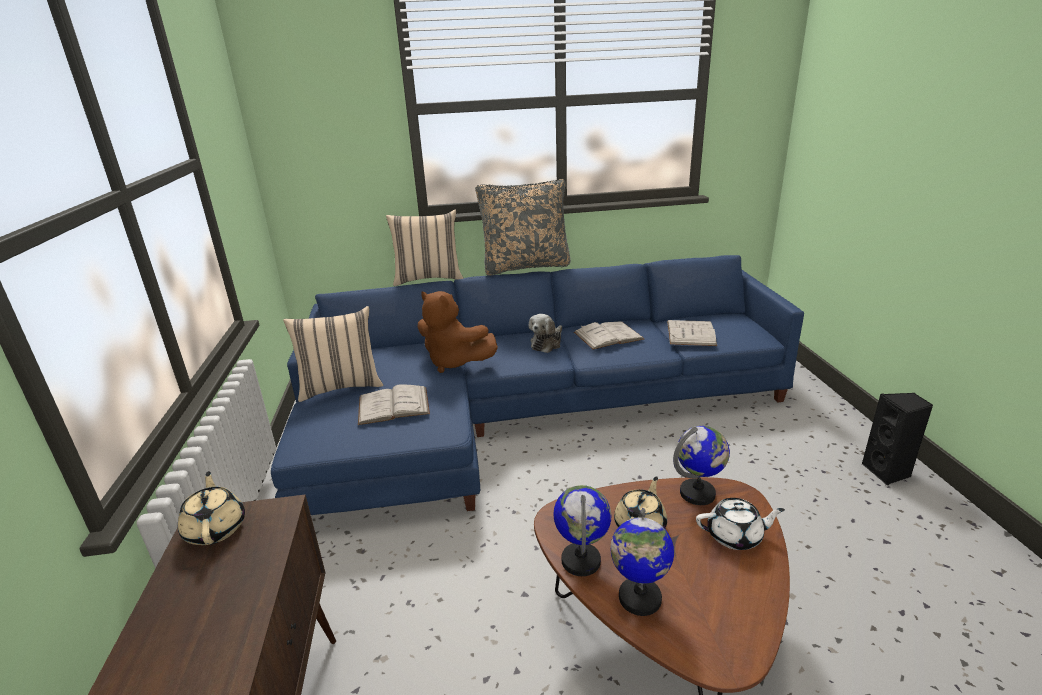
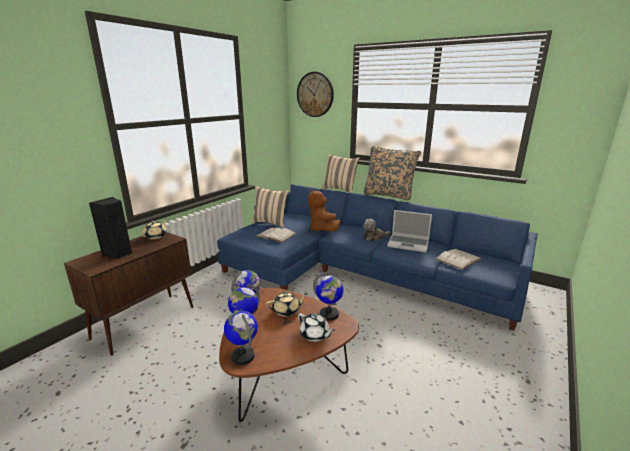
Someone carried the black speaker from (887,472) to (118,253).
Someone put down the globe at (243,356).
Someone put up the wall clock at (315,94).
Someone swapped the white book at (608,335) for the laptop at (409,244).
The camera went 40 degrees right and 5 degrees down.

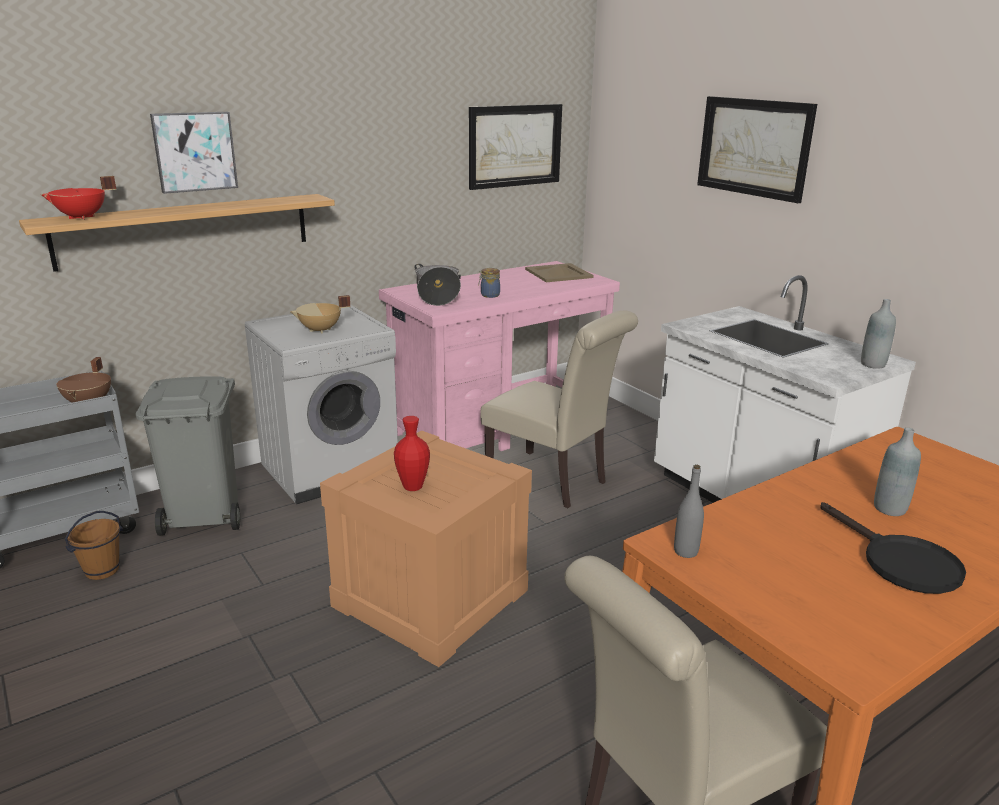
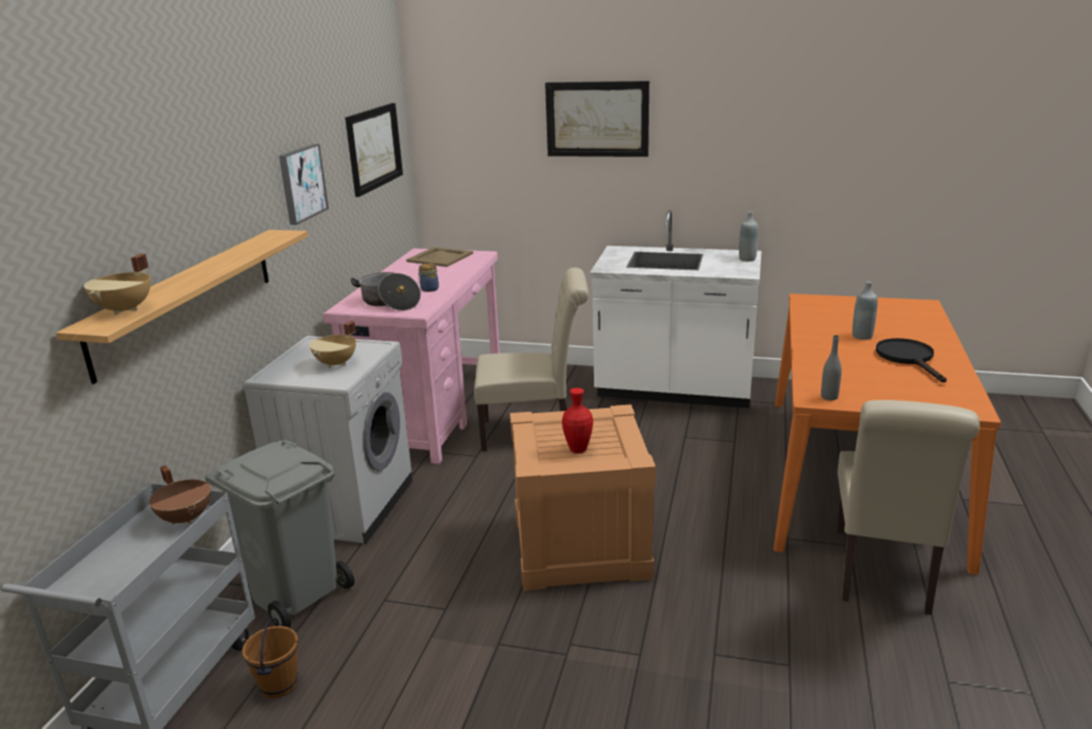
Someone repainted the red cooking pot at (82,217), which became the beige cooking pot at (126,309).
Someone carried the picture from (194,151) to (301,183).
Someone rotated the black frying pan at (899,562) by 120 degrees counterclockwise.
The camera went 40 degrees left and 0 degrees up.

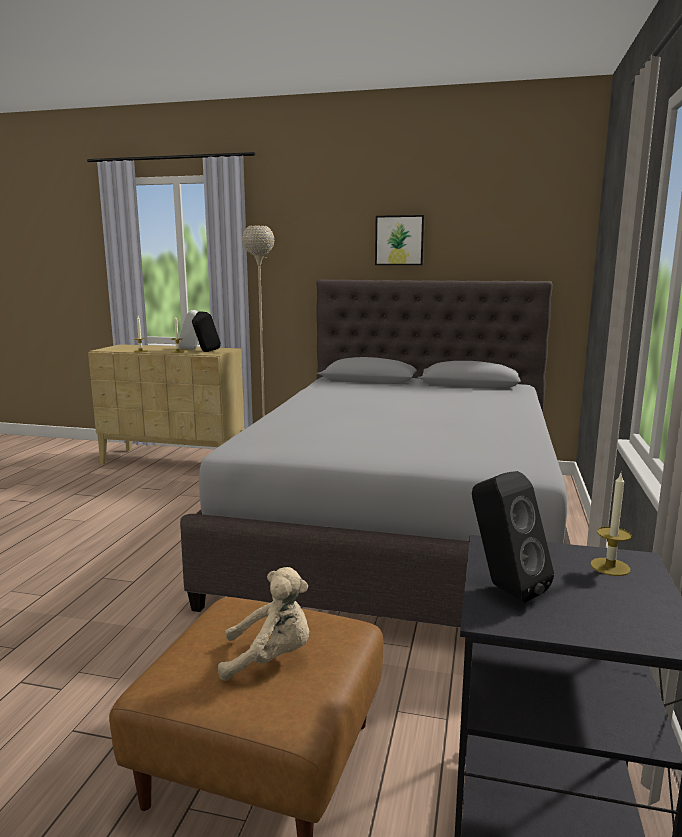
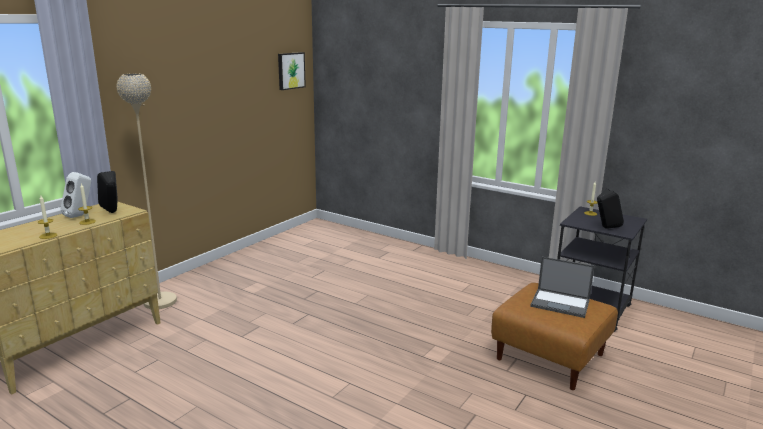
Someone carried the picture from (399,240) to (290,70).
Someone swapped the beige plush toy at (271,658) for the laptop at (561,303).
Someone took away the grey bed at (403,526).
The camera went 70 degrees left and 5 degrees up.

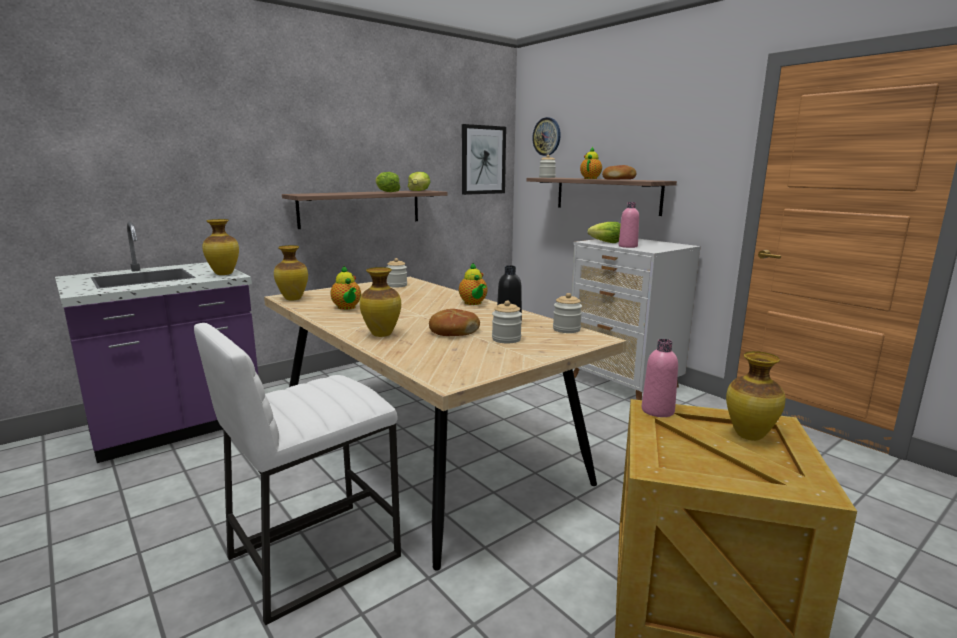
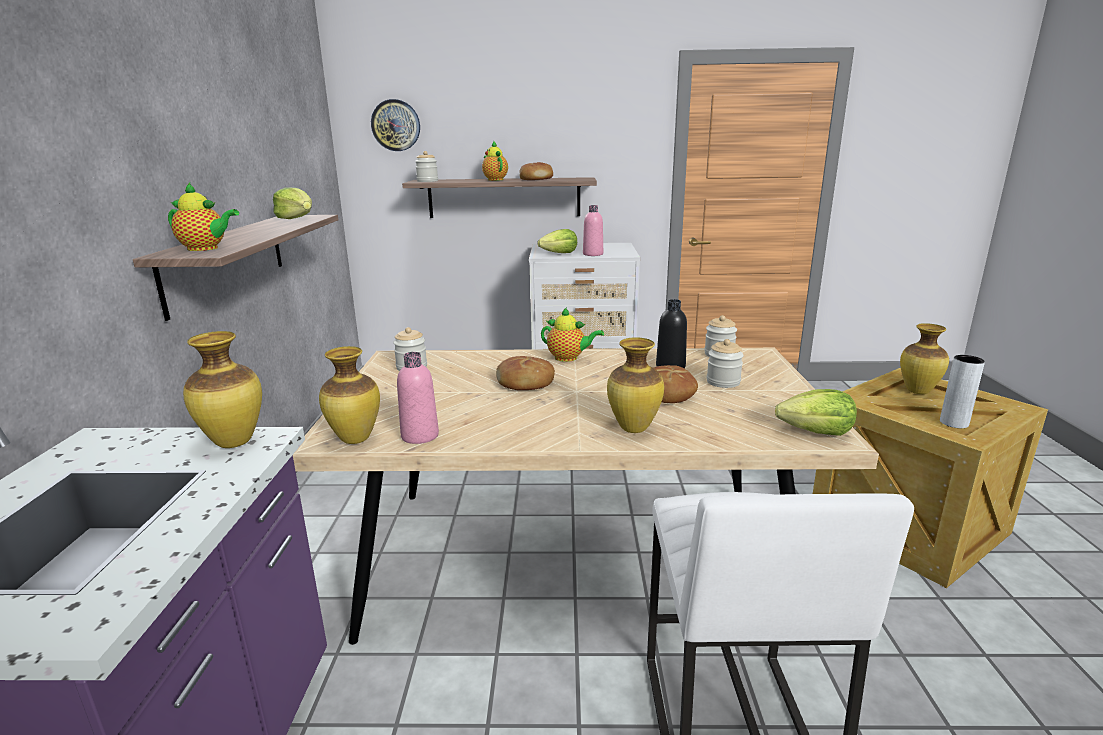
Someone carried the teapot from (347,308) to (206,249).
Someone carried the pink bottle from (657,411) to (420,436).
Someone put down the bread at (525,383).
Someone carried the lettuce from (386,192) to (816,432).
Someone put down the grey vase at (954,423).
Someone took away the picture at (483,160).
The camera went 50 degrees left and 5 degrees up.

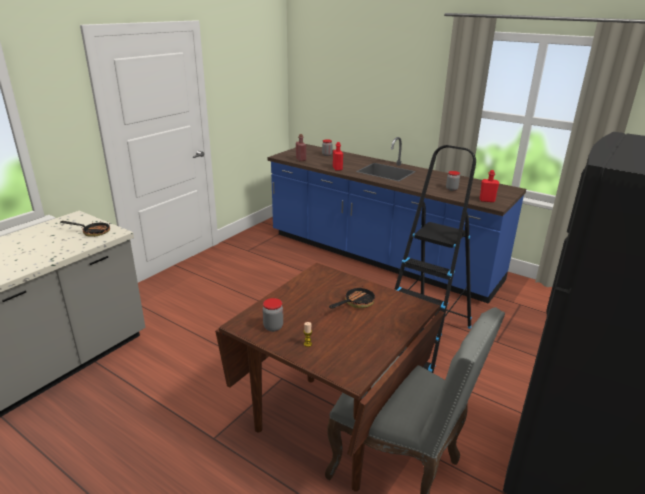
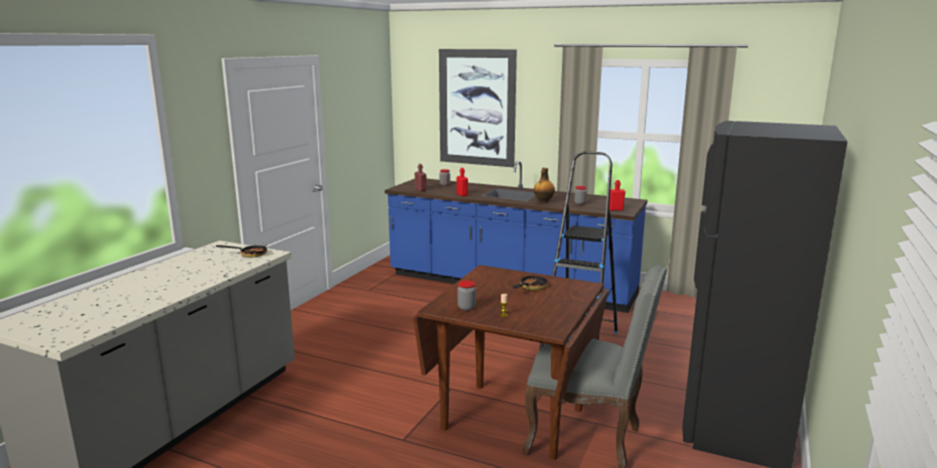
Someone put up the picture at (476,108).
Someone put down the bottle at (543,201).
The camera went 10 degrees left and 10 degrees down.

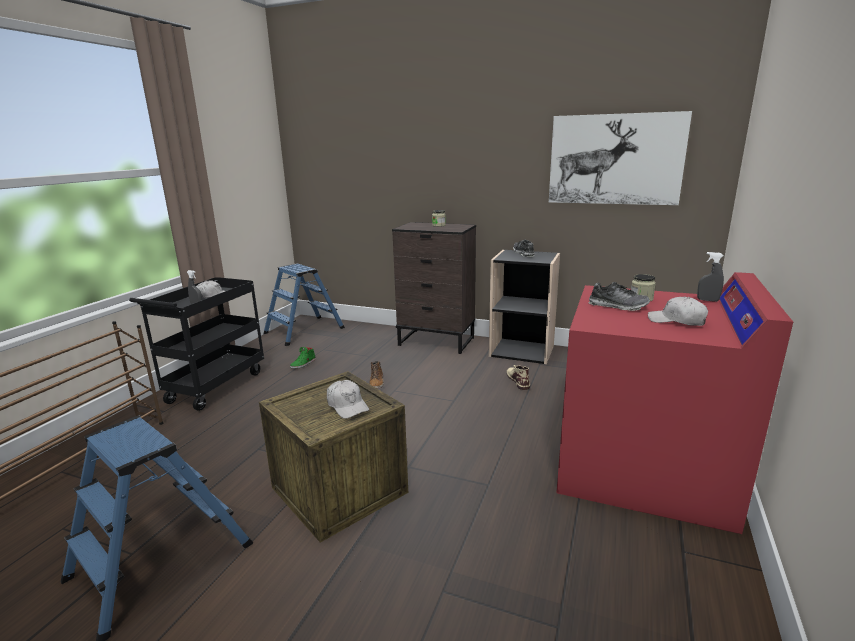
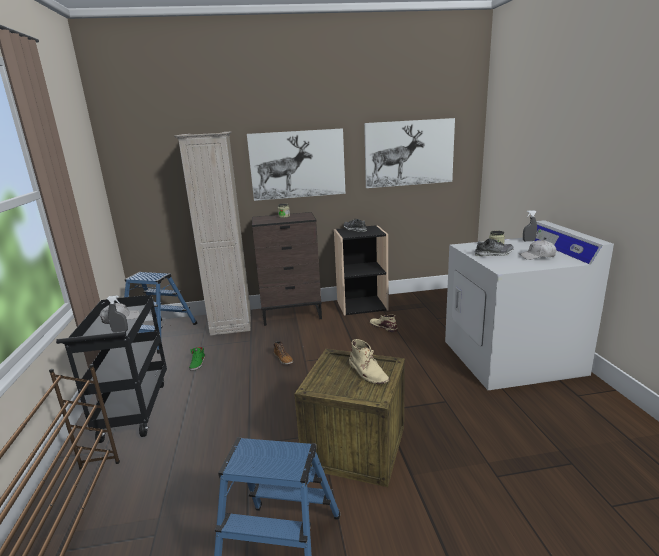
Someone put down the beige cabinet at (232,323).
Someone put up the picture at (297,164).
Someone swapped the white cap at (347,405) for the beige boot at (368,372).
Someone repainted the red washing machine at (642,467), which became the white washing machine at (511,357).
The camera went 30 degrees left and 0 degrees up.

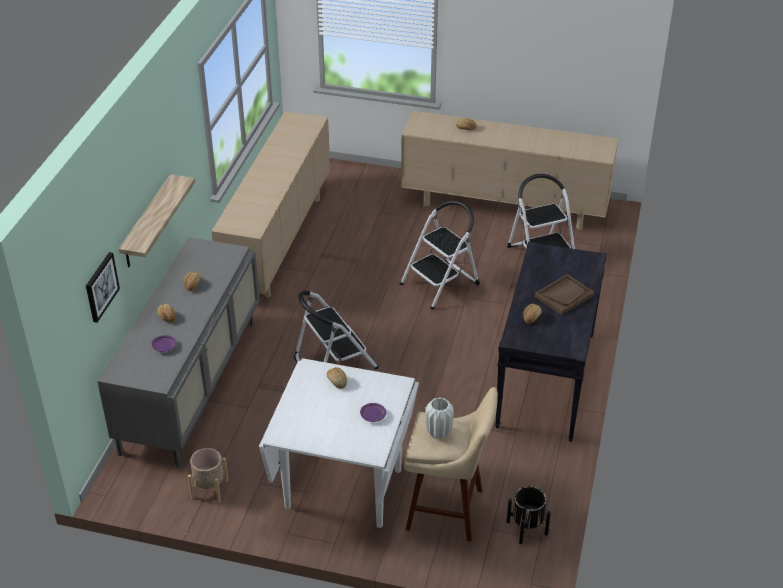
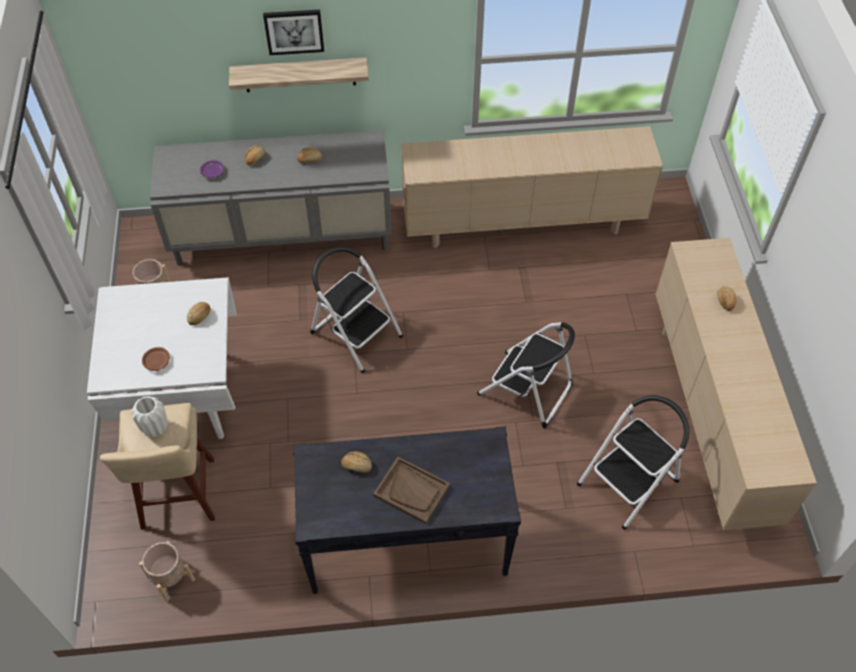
Someone repainted the black planter at (527,528), which became the beige planter at (171,578).
Someone repainted the purple plate at (372,416), which became the brown plate at (157,361).
Someone carried the picture from (101,286) to (294,31).
The camera went 70 degrees right and 15 degrees up.

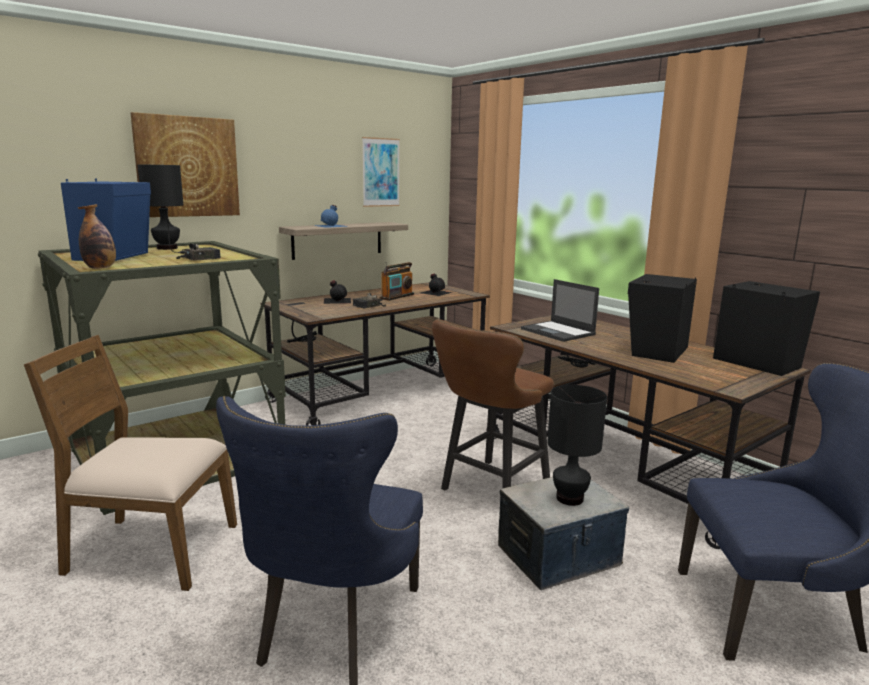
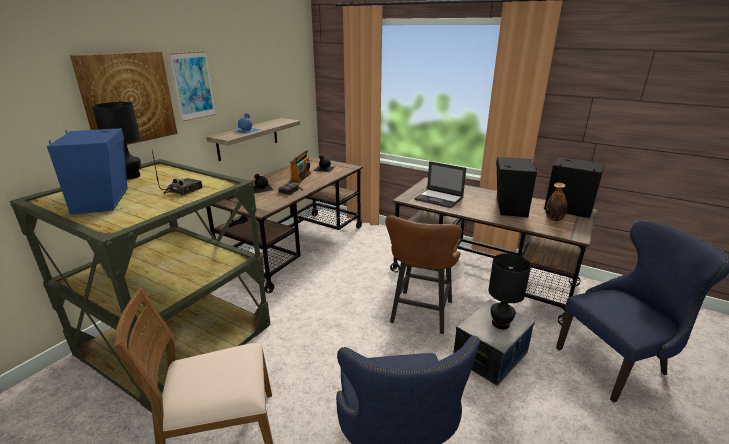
Someone carried the picture from (380,172) to (193,86).
Someone carried the bottle from (100,268) to (554,219).
The camera went 20 degrees left and 10 degrees up.

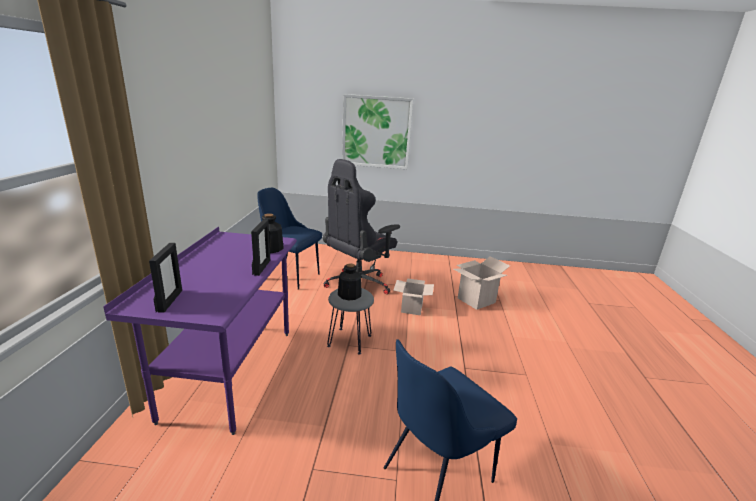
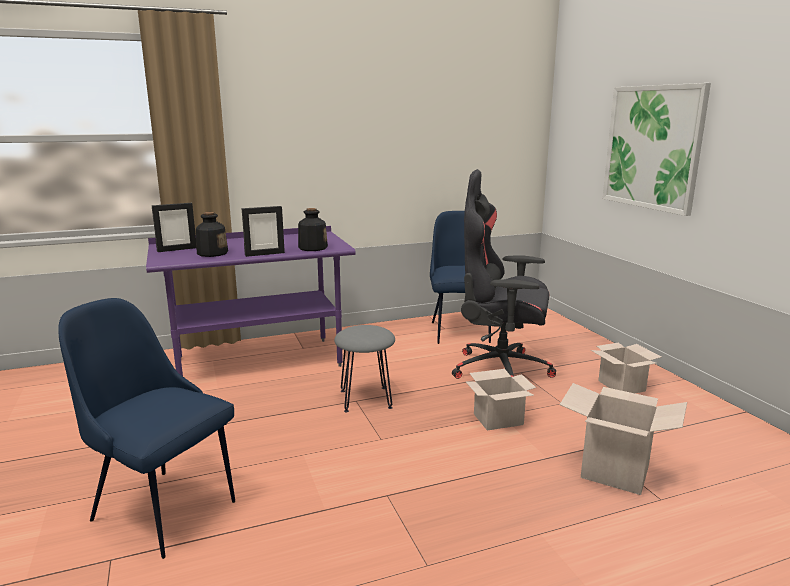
Someone carried the bottle from (349,295) to (212,253).
Someone put down the cardboard box at (622,386).
The camera went 65 degrees right and 5 degrees down.

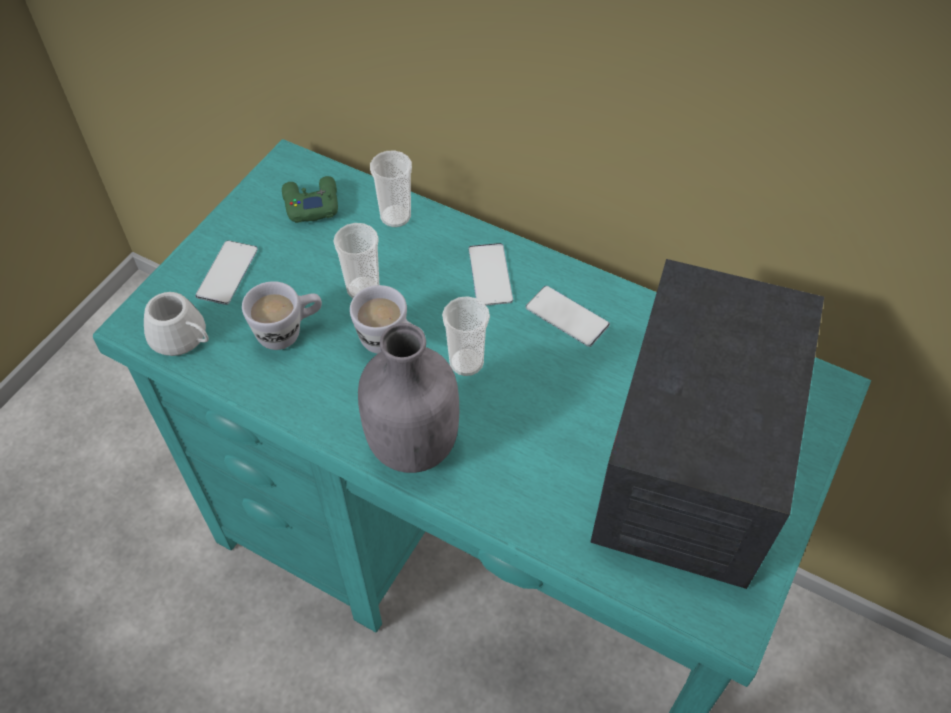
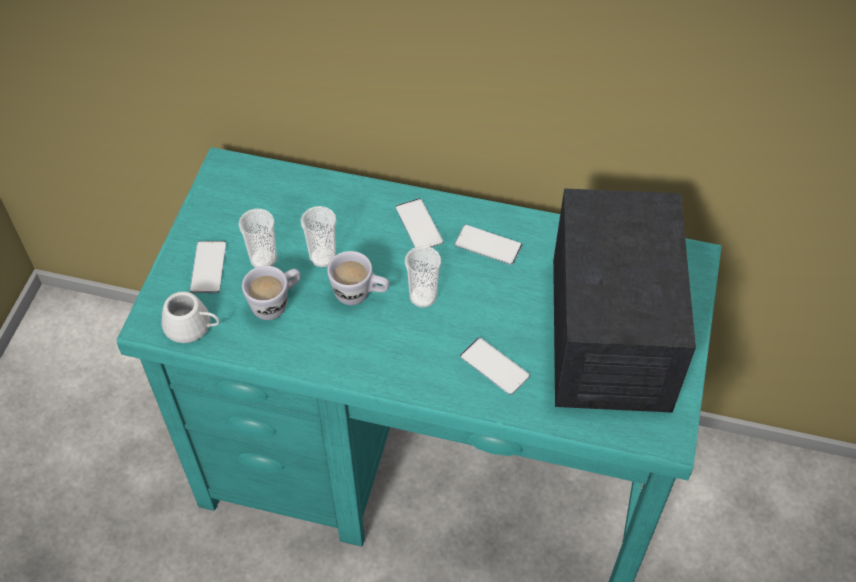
Someone carried the cup from (395,216) to (263,260).
Someone put down the phone at (494,366).
Someone took away the green game controller at (311,204).
Someone took away the grey bottle at (411,443).
The camera went 15 degrees left and 0 degrees up.

